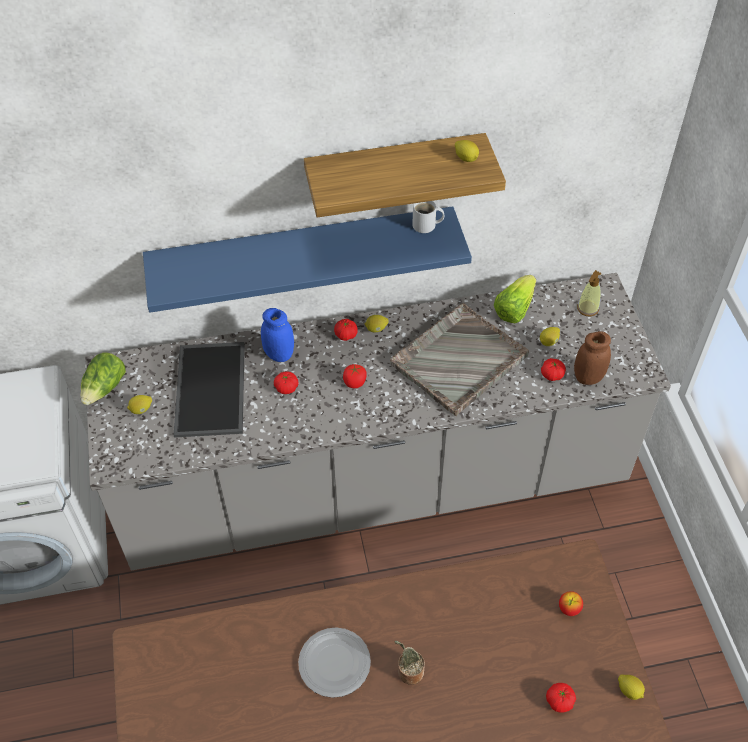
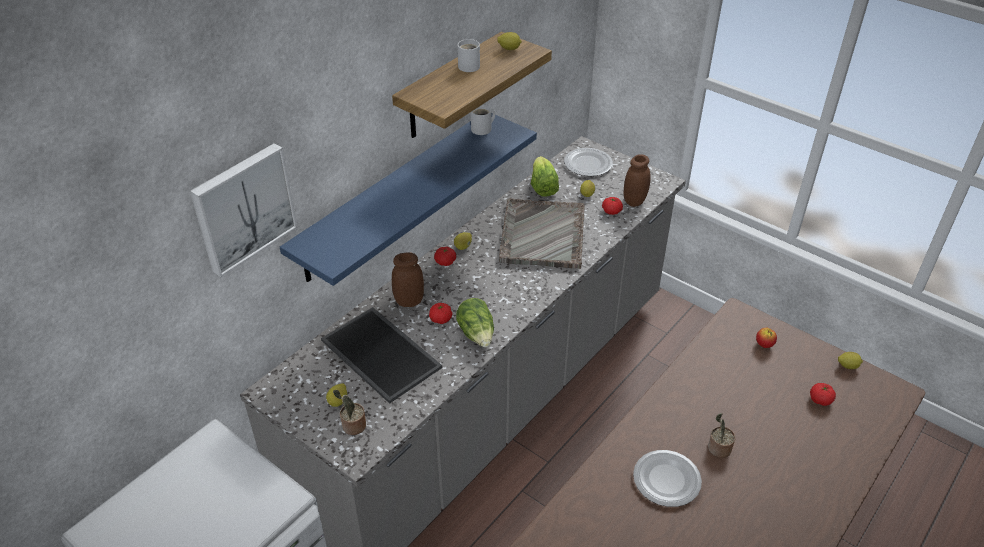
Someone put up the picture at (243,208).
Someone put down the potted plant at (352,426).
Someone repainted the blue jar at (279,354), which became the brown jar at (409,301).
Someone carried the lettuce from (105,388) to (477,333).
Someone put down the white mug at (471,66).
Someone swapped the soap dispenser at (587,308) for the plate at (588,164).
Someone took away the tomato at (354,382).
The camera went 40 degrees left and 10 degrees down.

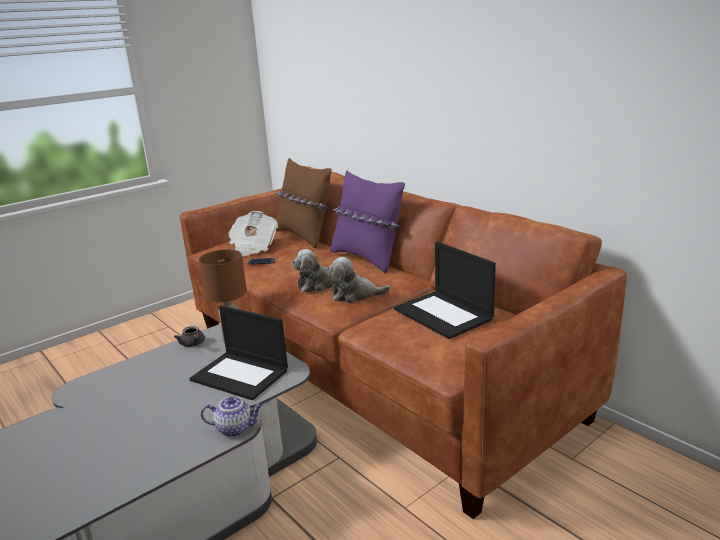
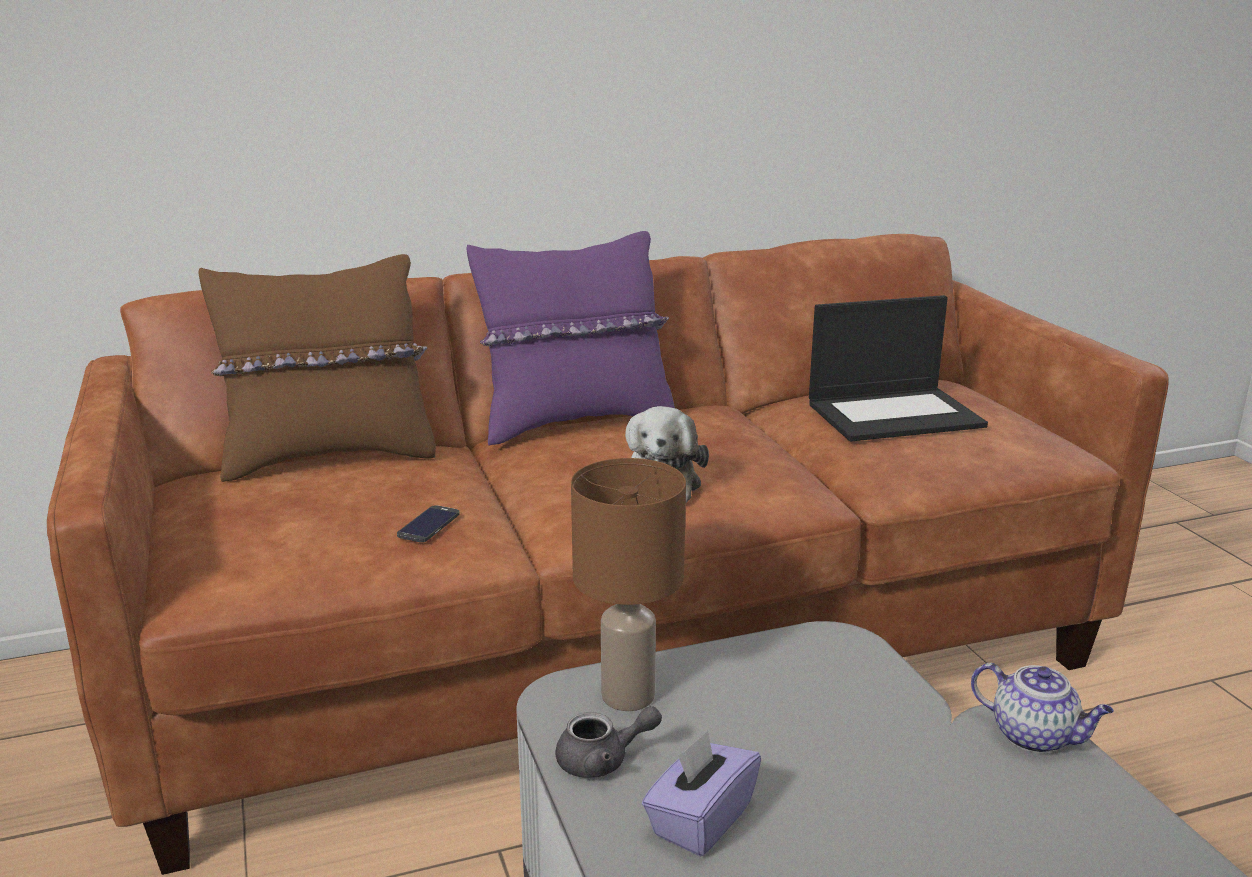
Someone put down the purple tissue box at (700,820).
Someone rotated the teapot at (235,428) by 105 degrees clockwise.
Someone took away the laptop at (241,375).
Someone took away the newspaper at (253,247).
Someone took away the plush toy at (355,295).
The camera went 70 degrees left and 0 degrees up.

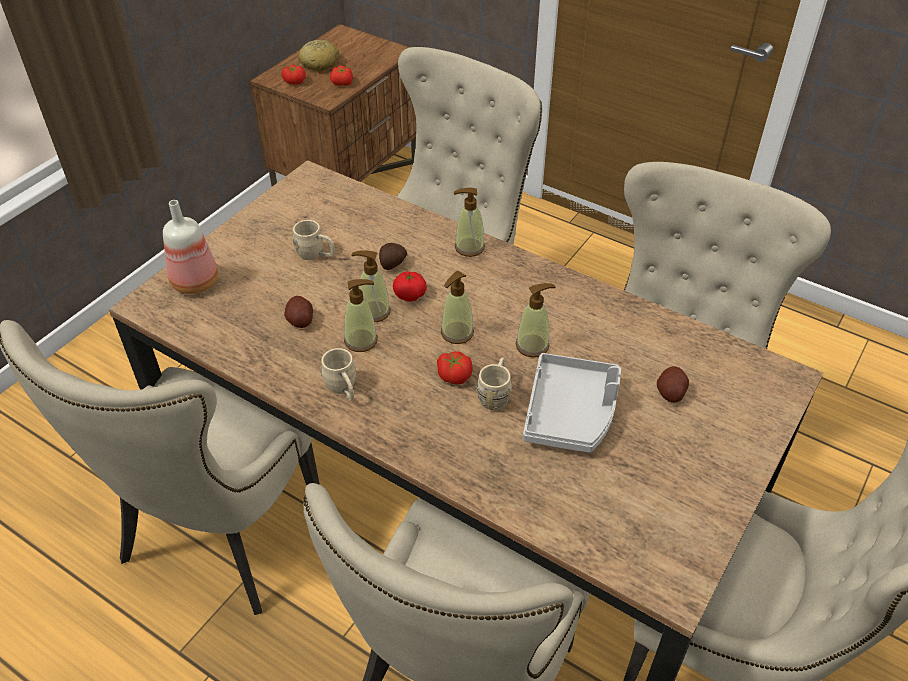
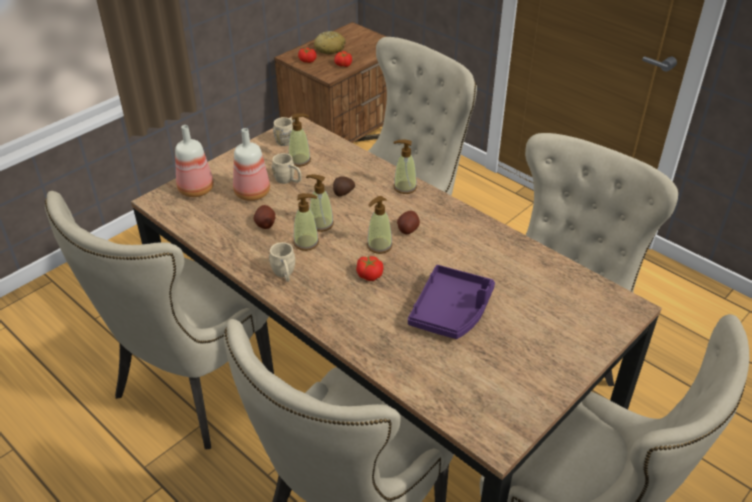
Someone put down the bottle at (251,193).
Someone carried the beige mug from (495,394) to (287,139).
Someone carried the soap dispenser from (532,345) to (300,160).
Someone carried the potato from (670,392) to (408,229).
Someone repainted the grey tray at (571,412), which became the purple tray at (451,311).
Someone took away the tomato at (410,295).
The camera went 10 degrees right and 5 degrees down.

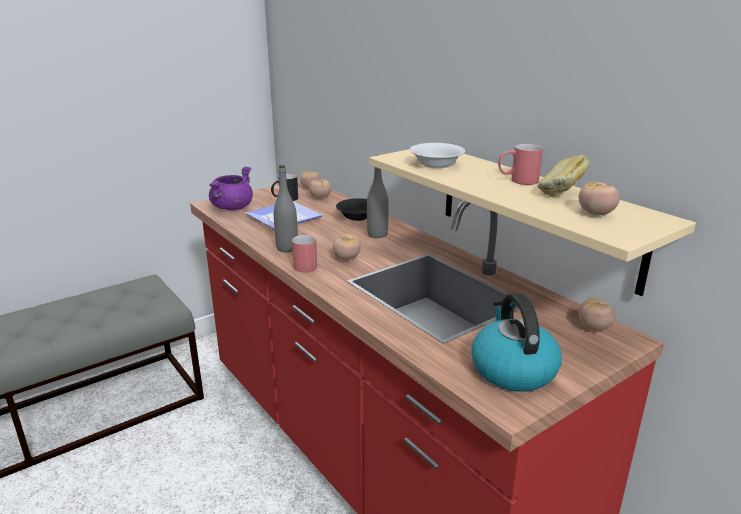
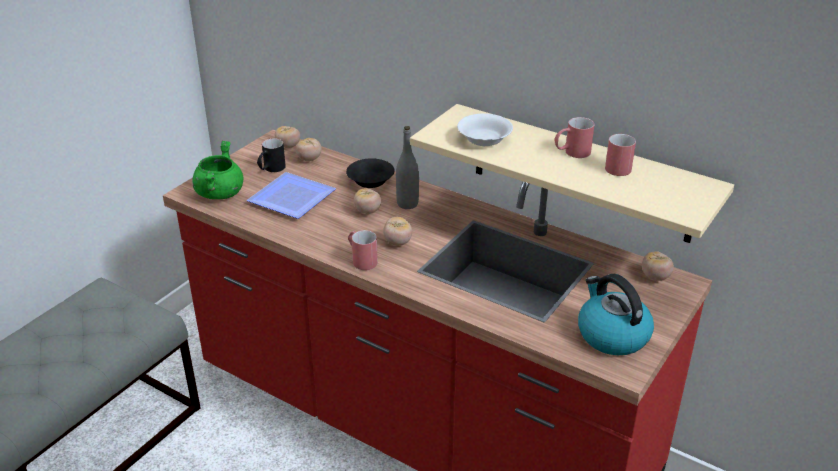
Someone repainted the purple cooking pot at (232,207), which became the green cooking pot at (219,193).
Someone carried the tomato from (596,214) to (367,211).
Someone swapped the bread at (561,194) for the red mug at (617,166).
Someone took away the grey bottle at (287,248).
The camera went 20 degrees left and 10 degrees up.

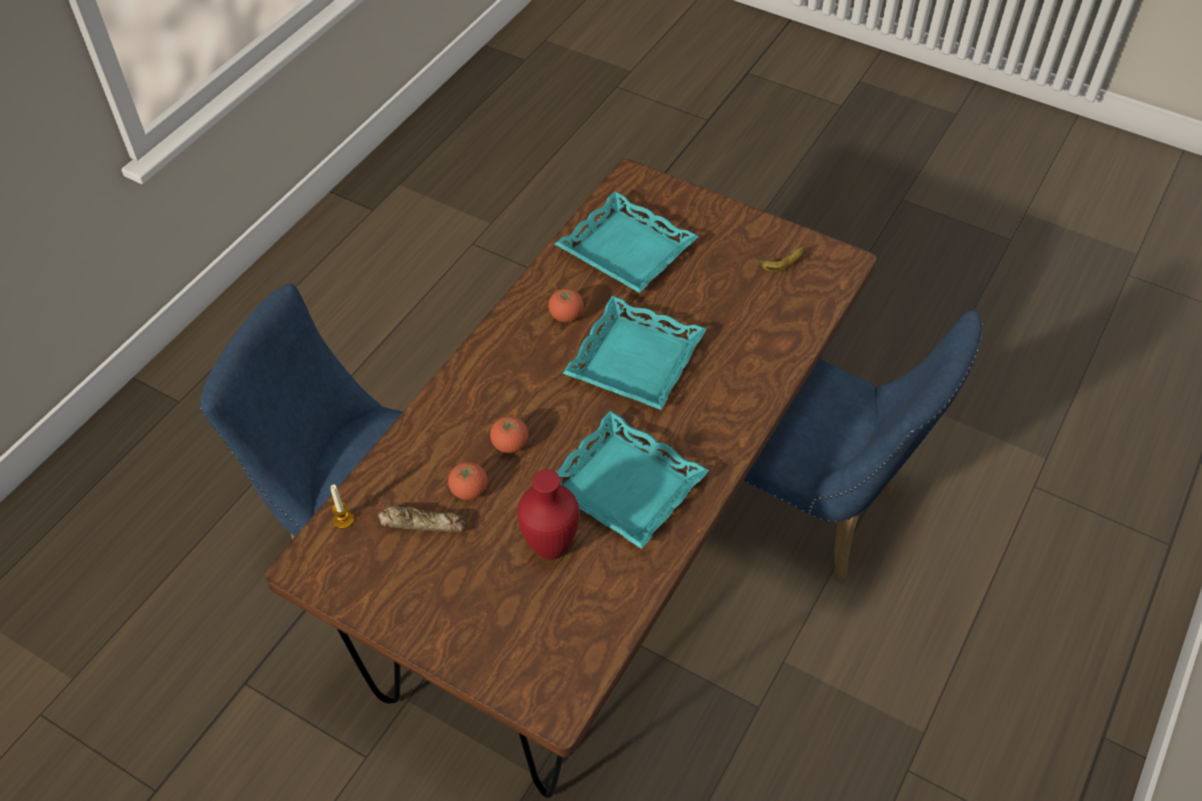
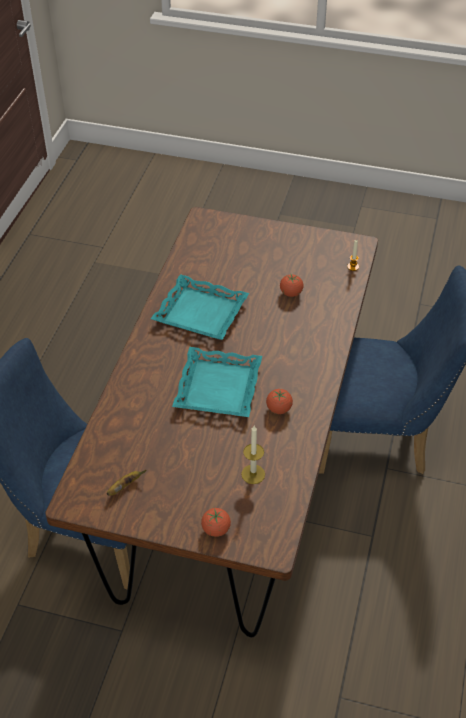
Someone carried the tomato from (510,444) to (216,529).
Someone swapped the turquoise tray at (627,250) for the candle at (253,474).
Someone took away the bread at (423,523).
Someone took away the red vase at (551,550).
The camera went 165 degrees right and 5 degrees down.

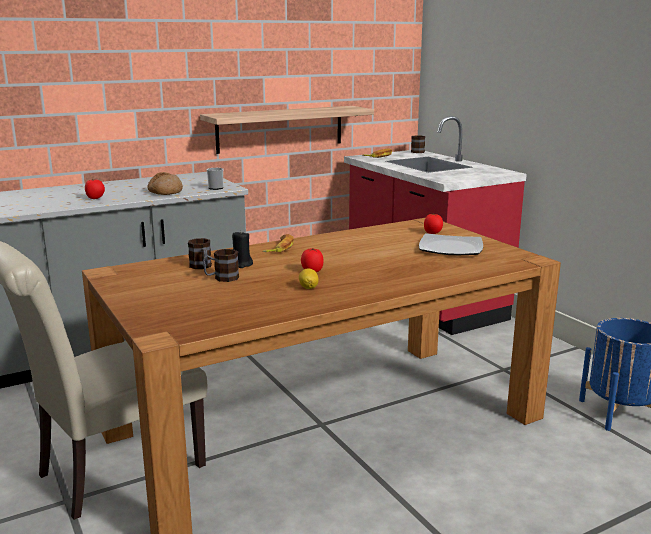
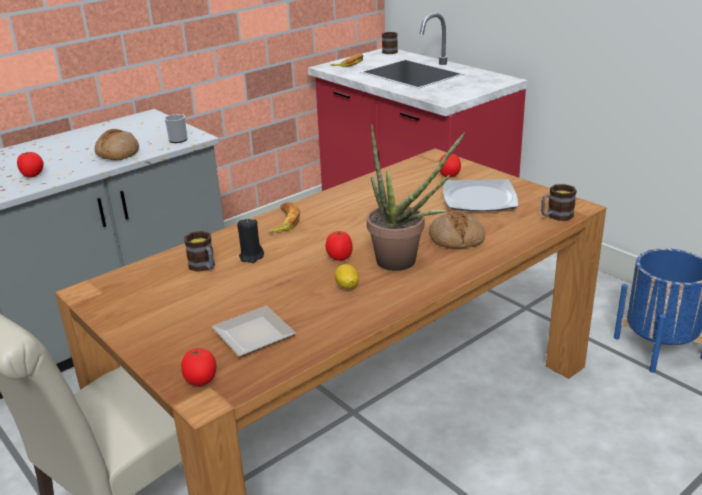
Someone put down the tomato at (201,381).
Someone put down the plate at (254,333).
Someone put down the potted plant at (404,263).
Someone put down the bread at (456,239).
Someone carried the mug from (221,278) to (555,216).
Someone took away the shelf at (280,129).
The camera went 10 degrees left and 10 degrees up.

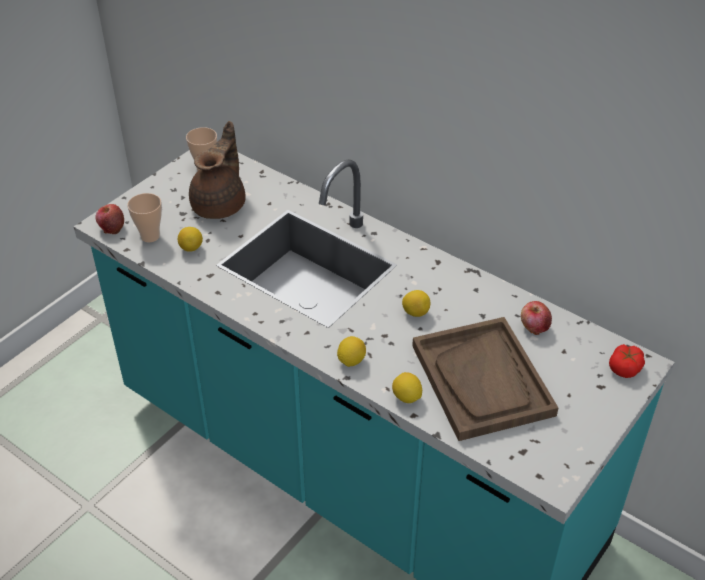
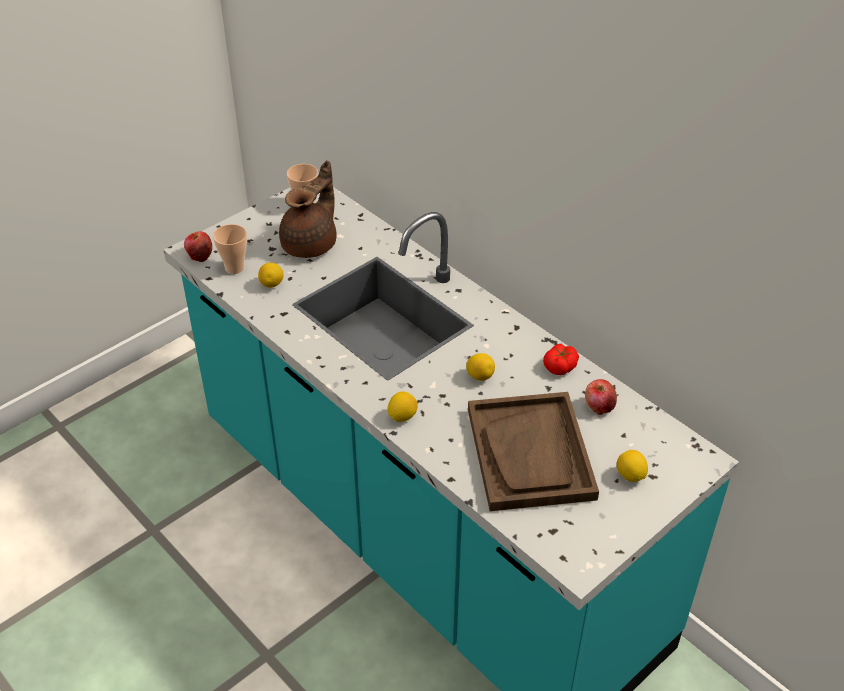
Someone carried the tomato from (625,368) to (560,366).
Someone carried the lemon from (406,397) to (630,475).
The camera went 10 degrees right and 0 degrees up.

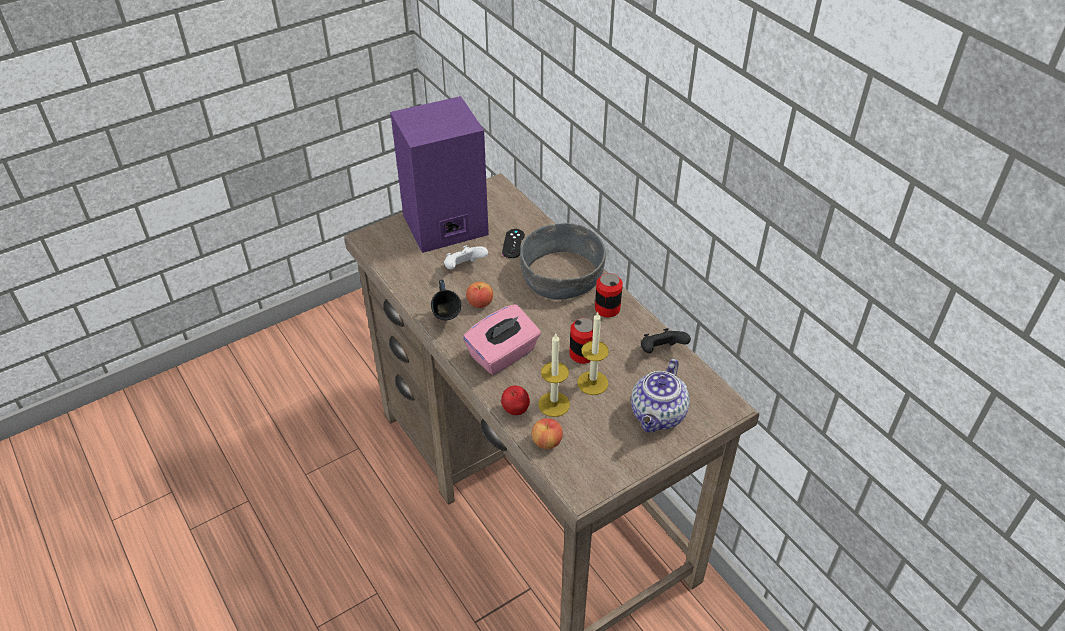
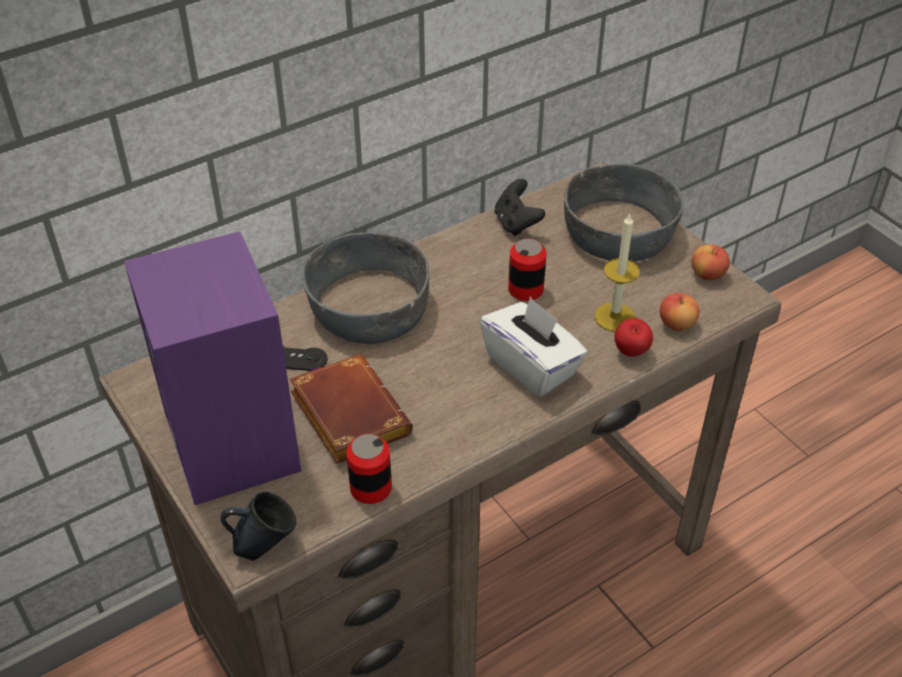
Someone carried the blue mug from (446,320) to (264,547).
Someone swapped the white game controller at (464,268) for the brown book at (345,415).
Someone carried the can from (607,309) to (371,488).
Someone repainted the pink tissue box at (503,355), which became the white tissue box at (531,366).
Someone swapped the teapot at (658,416) for the grey bowl at (620,232).
Someone carried the apple from (480,303) to (707,274).
Someone took away the candle at (592,383).
The camera went 90 degrees left and 0 degrees up.

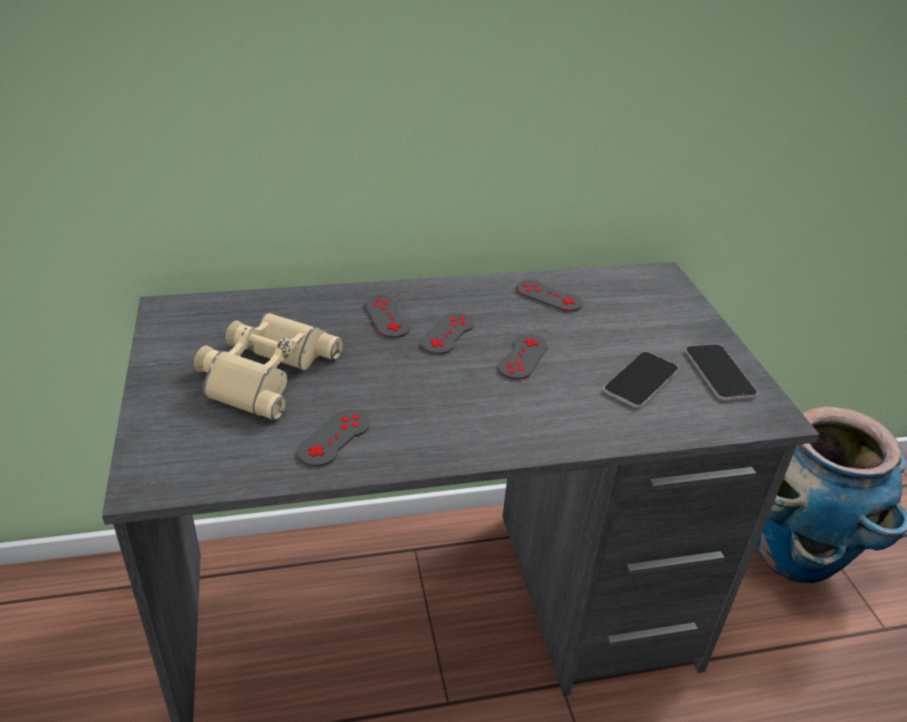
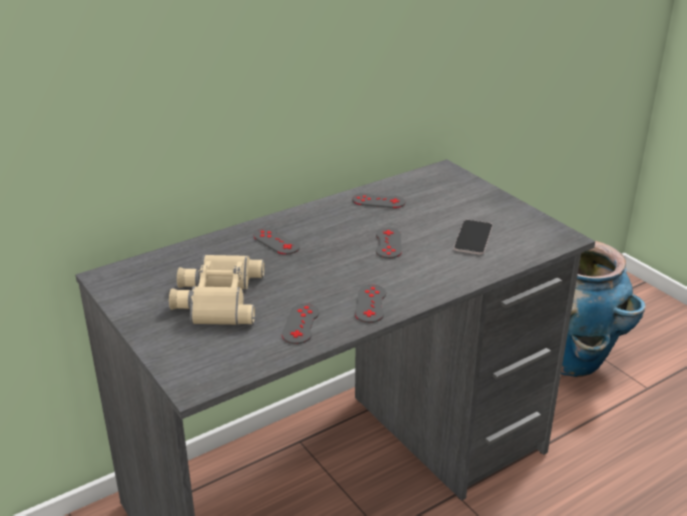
Someone carried the grey game controller from (447,334) to (370,304).
Someone took away the phone at (719,372).
The camera went 20 degrees left and 5 degrees down.

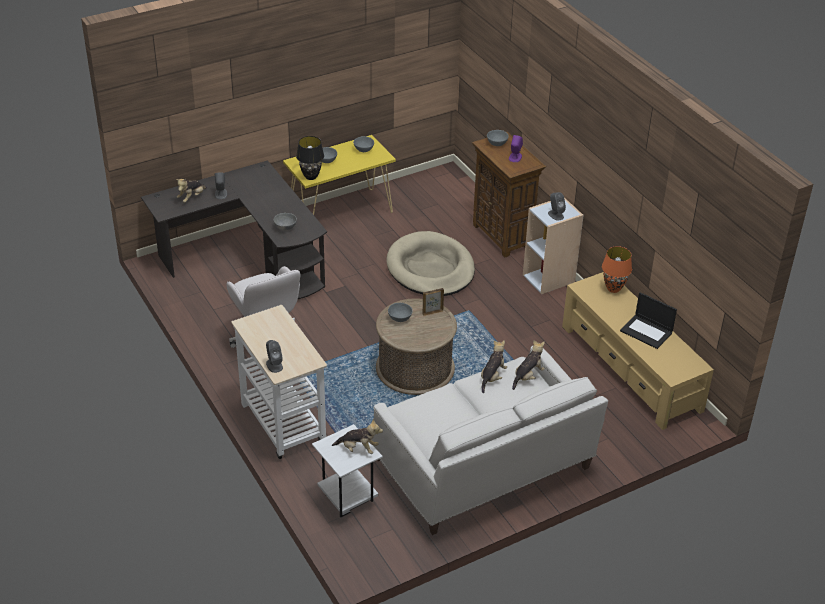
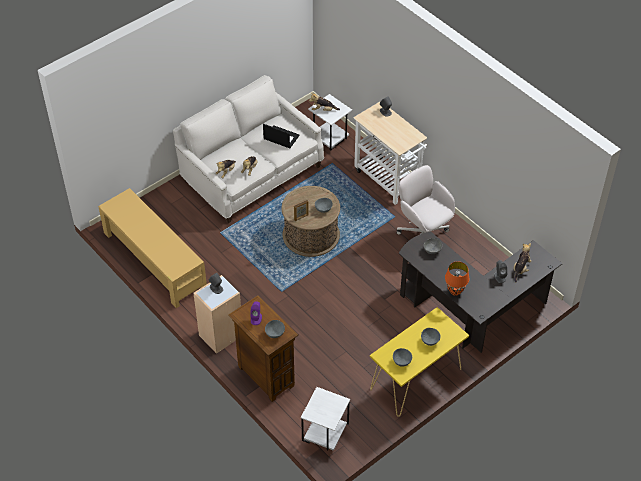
Someone carried the laptop from (647,332) to (280,137).
Someone put down the white side table at (324,435).
Someone carried the orange table lamp from (613,289) to (455,291).
Someone took away the black table lamp at (311,176).
Someone took away the beige dog bed at (430,268).
The camera went 170 degrees right and 10 degrees up.

